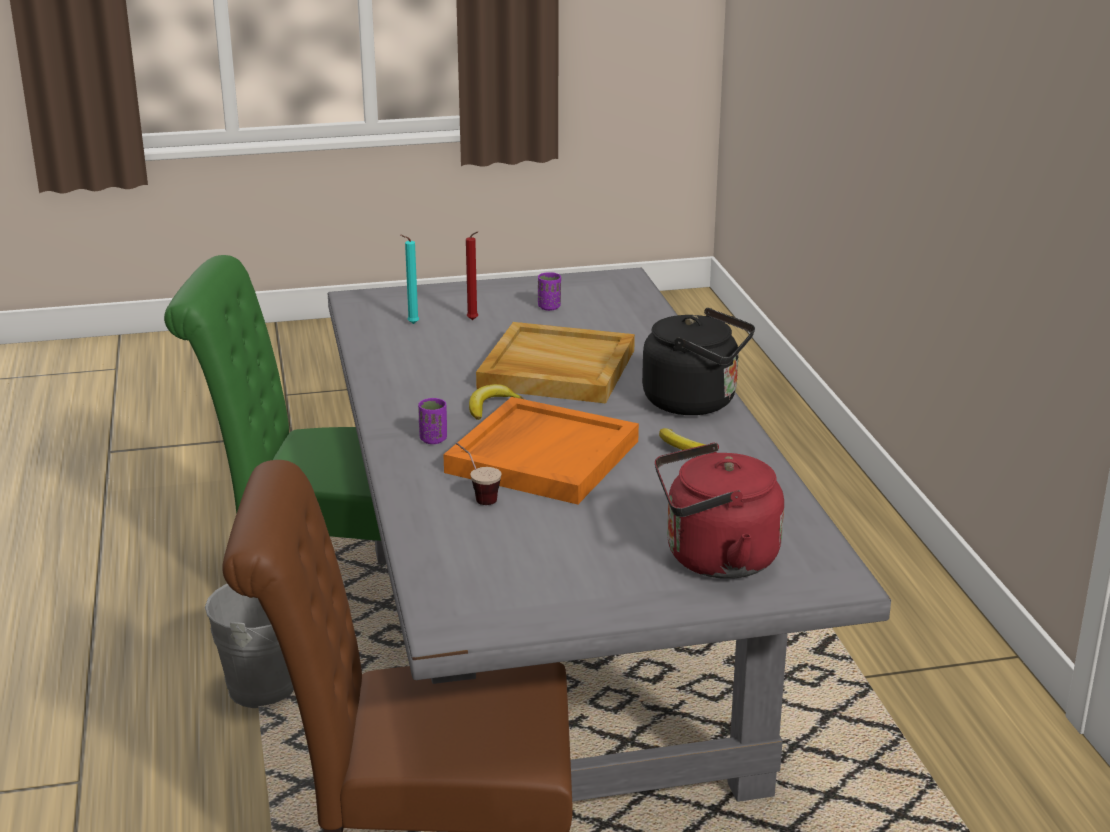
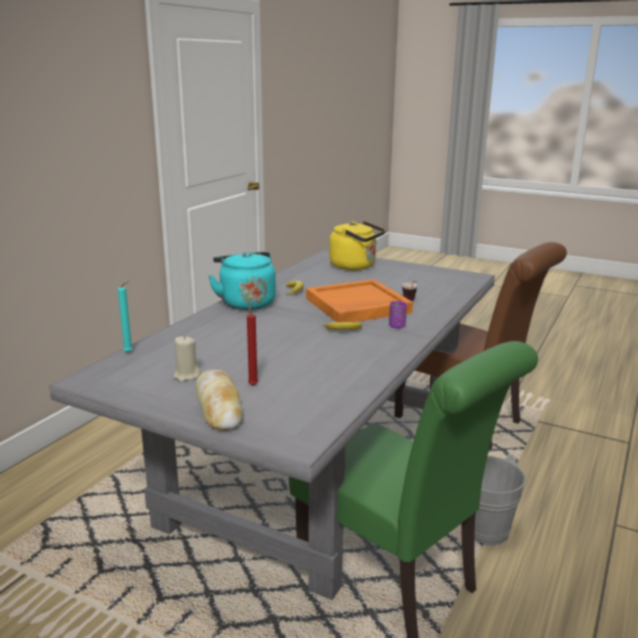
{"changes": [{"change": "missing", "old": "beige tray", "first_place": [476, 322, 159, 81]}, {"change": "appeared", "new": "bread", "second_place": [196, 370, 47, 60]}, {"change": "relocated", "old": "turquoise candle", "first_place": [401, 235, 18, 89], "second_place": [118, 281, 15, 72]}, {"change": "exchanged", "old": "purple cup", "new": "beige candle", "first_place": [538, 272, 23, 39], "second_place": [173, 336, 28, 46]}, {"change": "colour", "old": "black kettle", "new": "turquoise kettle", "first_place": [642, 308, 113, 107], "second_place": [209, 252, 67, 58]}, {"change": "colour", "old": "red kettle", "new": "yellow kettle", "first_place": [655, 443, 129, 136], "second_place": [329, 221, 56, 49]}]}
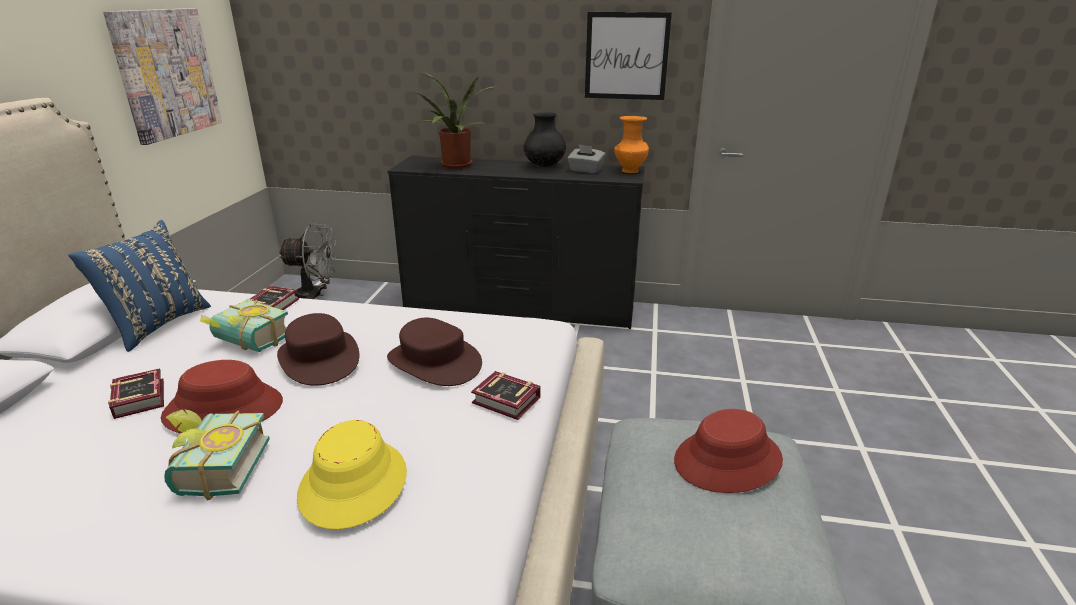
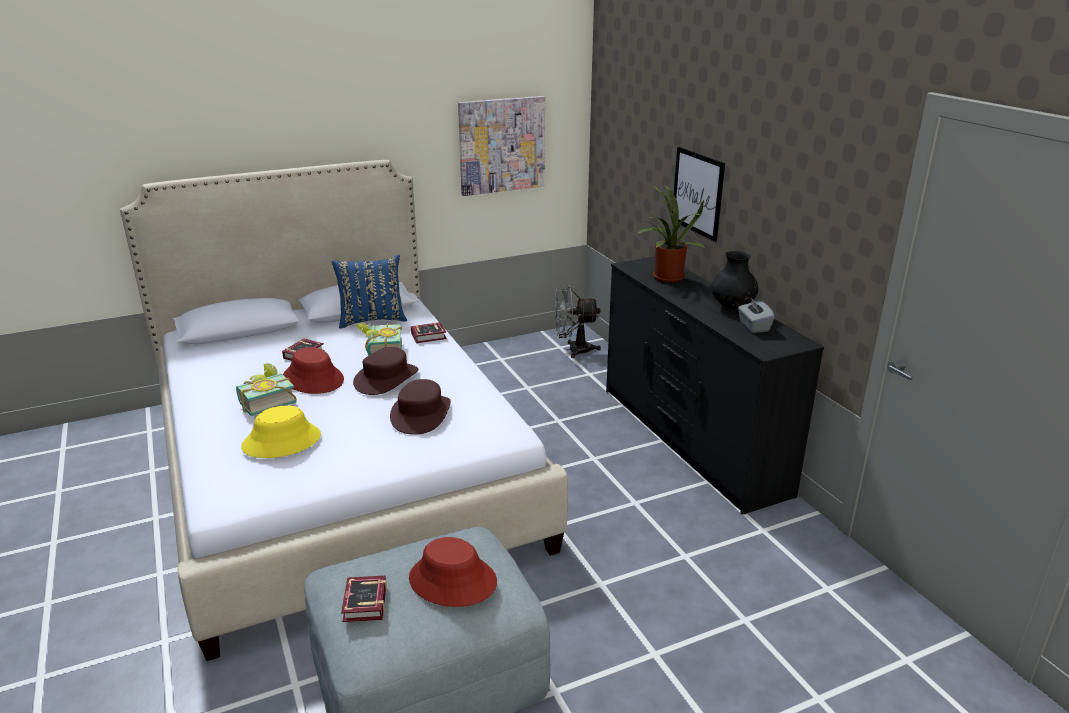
{"changes": [{"change": "missing", "old": "orange vase", "first_place": [614, 116, 35, 57]}, {"change": "relocated", "old": "book", "first_place": [471, 371, 69, 49], "second_place": [341, 575, 46, 47]}, {"change": "relocated", "old": "picture", "first_place": [585, 12, 87, 88], "second_place": [672, 147, 53, 95]}, {"change": "spun", "old": "grey fan", "first_place": [279, 224, 58, 75], "second_place": [555, 285, 46, 73], "degrees": 120}]}
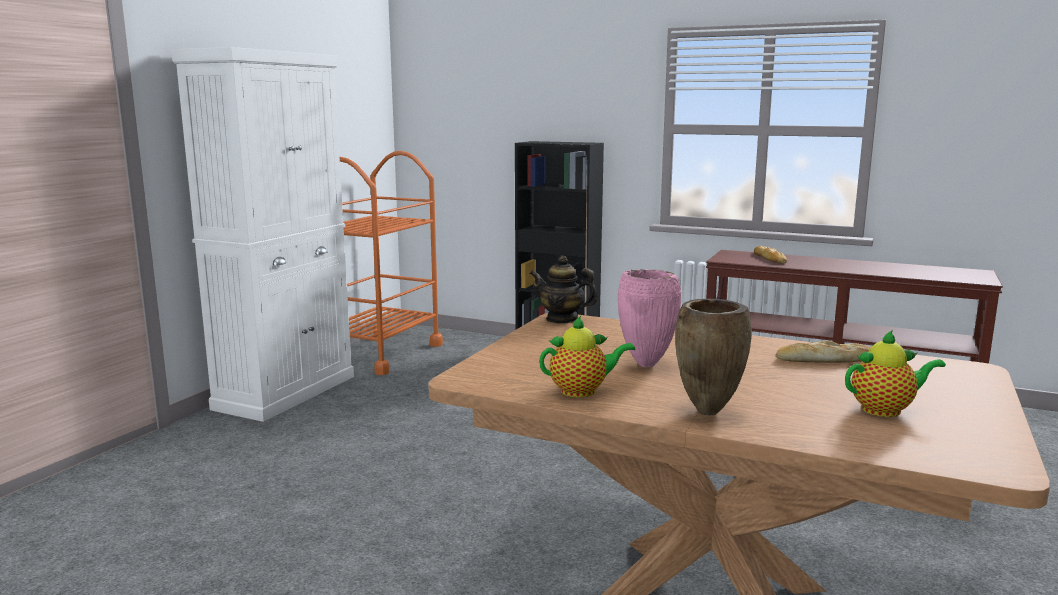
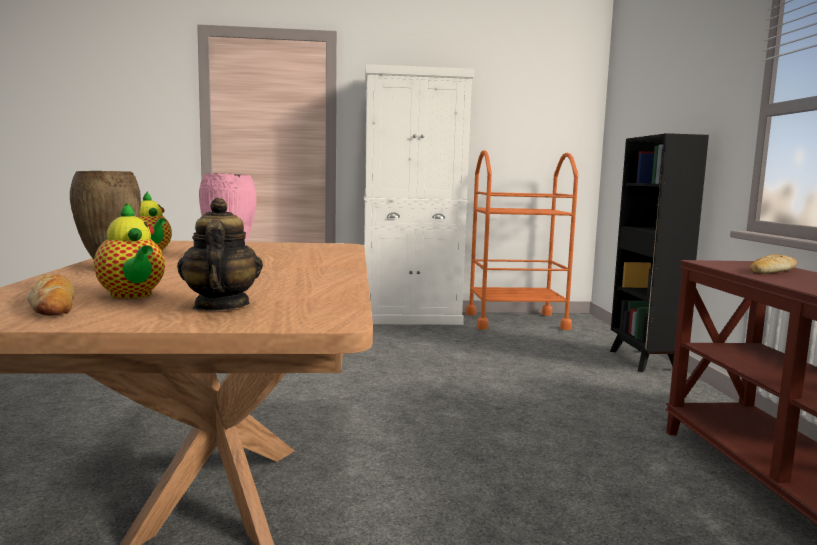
{"changes": [{"change": "relocated", "old": "teapot", "first_place": [530, 256, 68, 68], "second_place": [177, 198, 86, 113]}, {"change": "relocated", "old": "bread", "first_place": [776, 341, 95, 21], "second_place": [27, 274, 47, 41]}]}
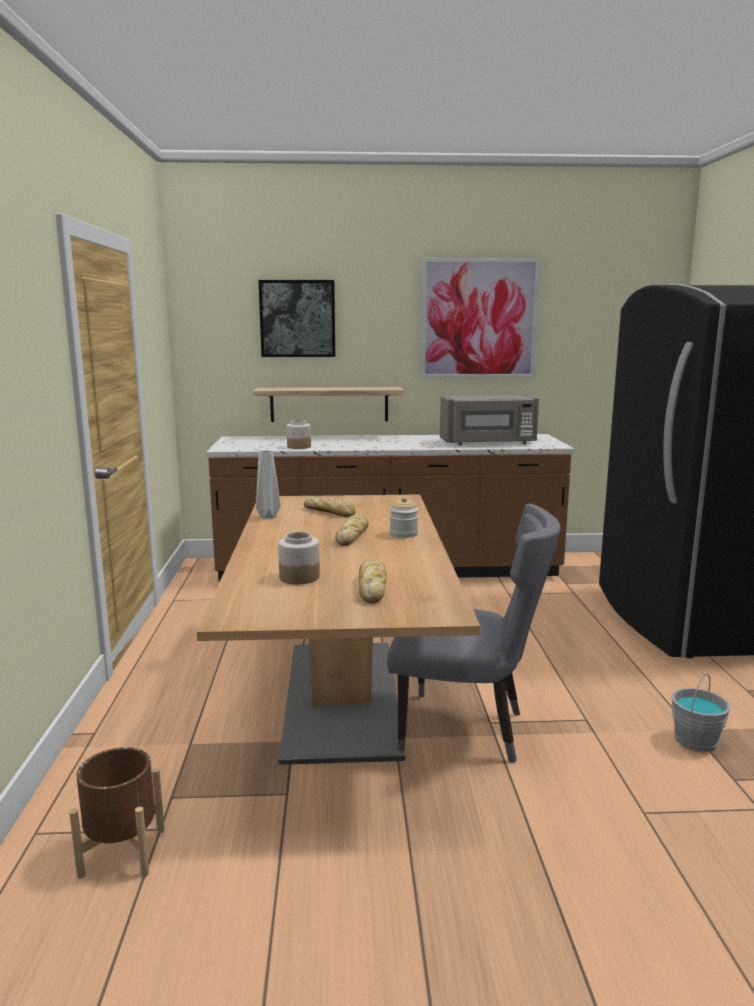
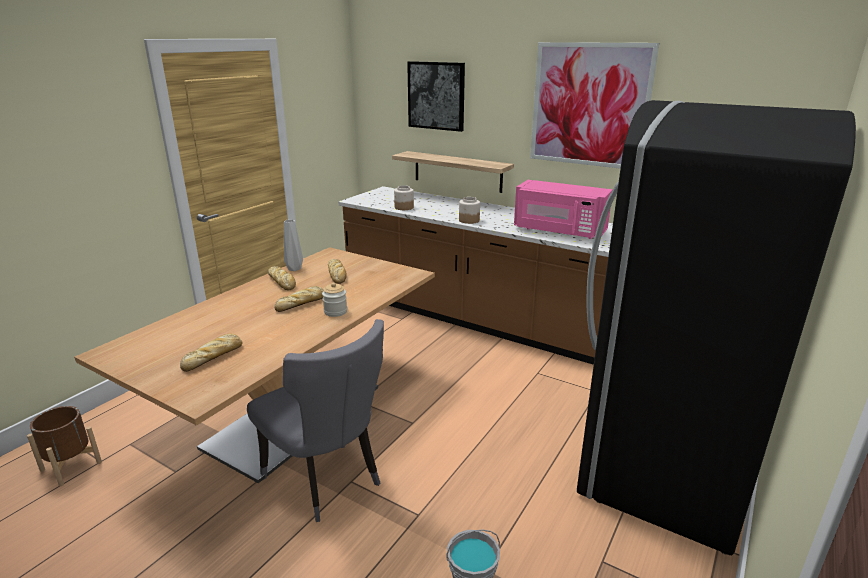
{"changes": [{"change": "appeared", "new": "bread", "second_place": [268, 266, 28, 24]}, {"change": "relocated", "old": "jar", "first_place": [278, 532, 42, 52], "second_place": [459, 197, 21, 27]}, {"change": "colour", "old": "grey microwave", "new": "pink microwave", "first_place": [440, 395, 99, 50], "second_place": [514, 180, 99, 59]}]}
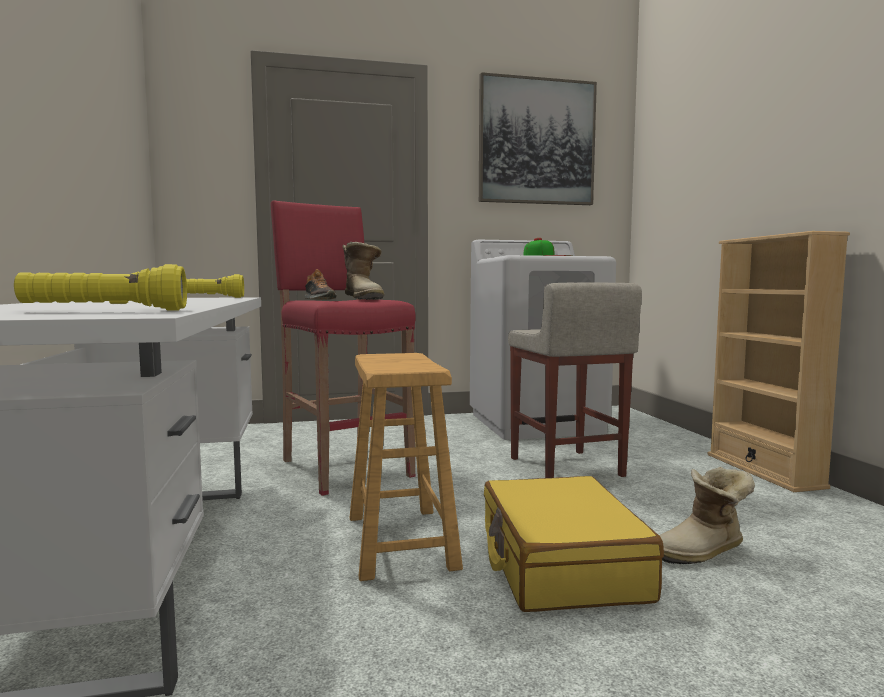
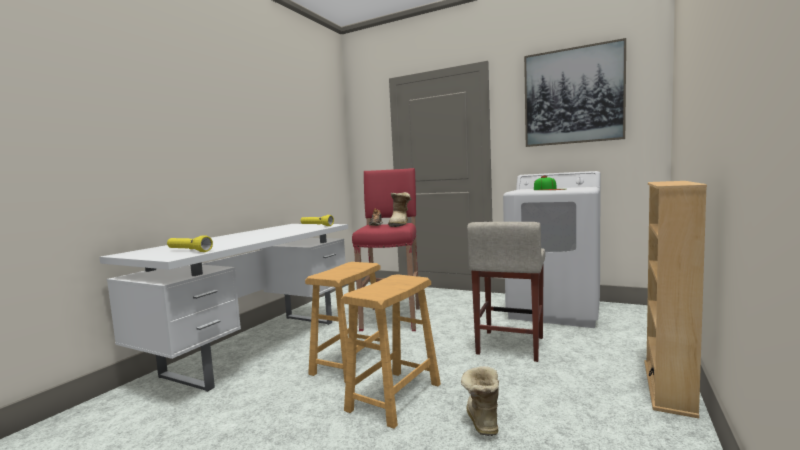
{"changes": [{"change": "exchanged", "old": "yellow suitcase", "new": "brown stool", "first_place": [484, 476, 180, 136], "second_place": [341, 274, 100, 155]}, {"change": "spun", "old": "boot", "first_place": [659, 467, 96, 97], "second_place": [461, 366, 38, 70], "degrees": 75}]}
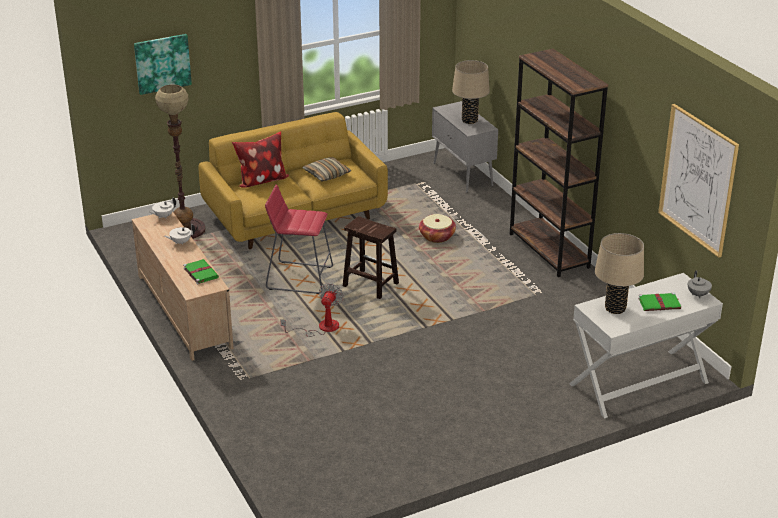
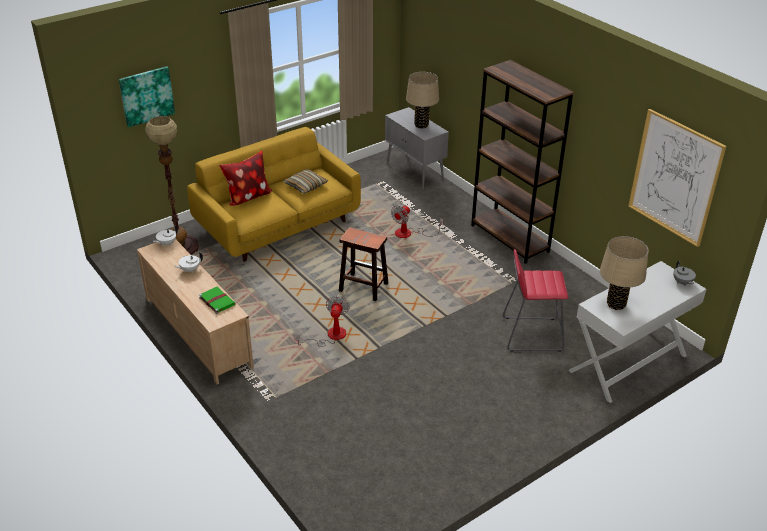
{"changes": [{"change": "missing", "old": "green book", "first_place": [638, 293, 43, 18]}, {"change": "relocated", "old": "red stool", "first_place": [265, 184, 68, 110], "second_place": [503, 249, 65, 103]}, {"change": "exchanged", "old": "basket", "new": "fan", "first_place": [419, 214, 37, 29], "second_place": [391, 205, 53, 33]}]}
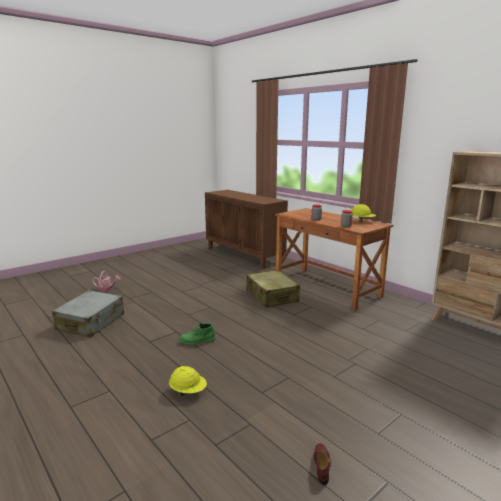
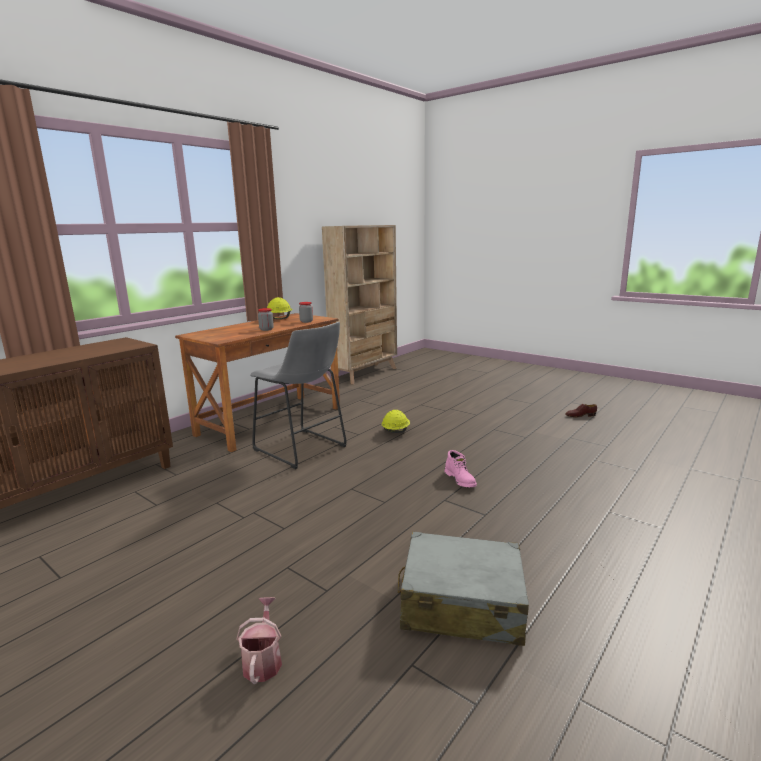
{"changes": [{"change": "relocated", "old": "yellow hard hat", "first_place": [169, 366, 38, 30], "second_place": [382, 410, 28, 23]}, {"change": "exchanged", "old": "beige suitcase", "new": "grey stool", "first_place": [246, 270, 54, 38], "second_place": [250, 322, 97, 147]}, {"change": "colour", "old": "green boot", "new": "pink boot", "first_place": [179, 323, 36, 22], "second_place": [445, 450, 32, 37]}]}
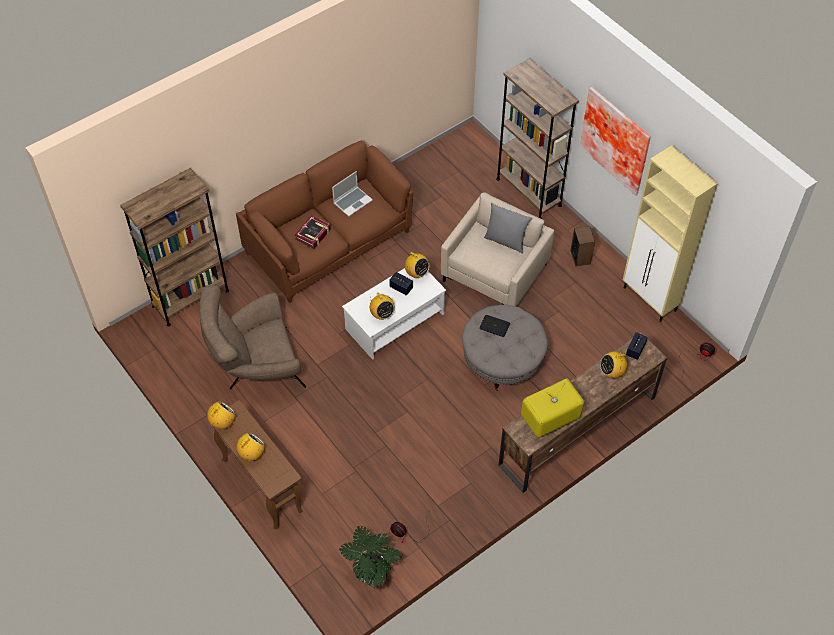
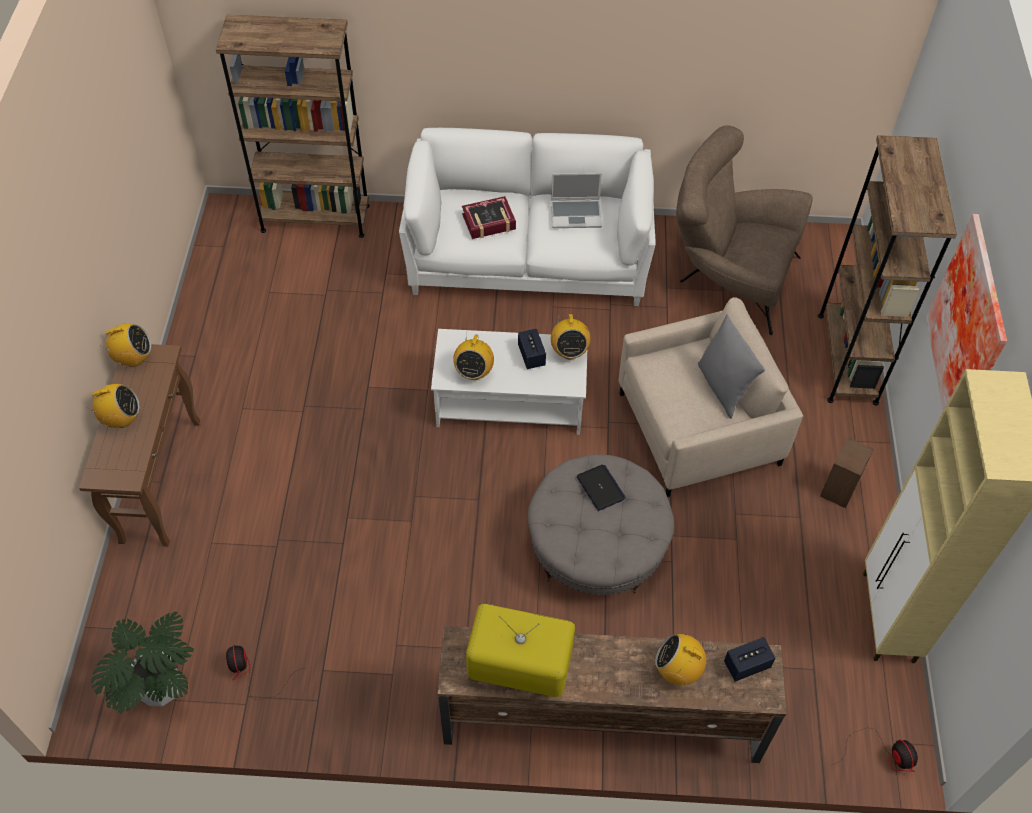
{"changes": [{"change": "relocated", "old": "brown armchair", "first_place": [199, 285, 107, 104], "second_place": [676, 125, 137, 210]}, {"change": "colour", "old": "brown sofa", "new": "white sofa", "first_place": [236, 141, 177, 162], "second_place": [399, 128, 257, 178]}]}
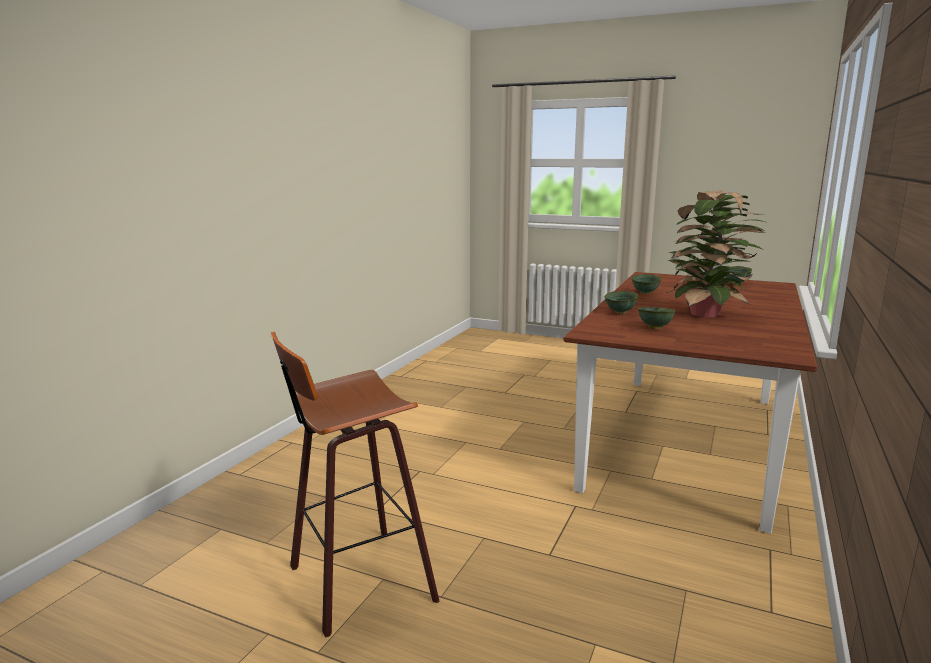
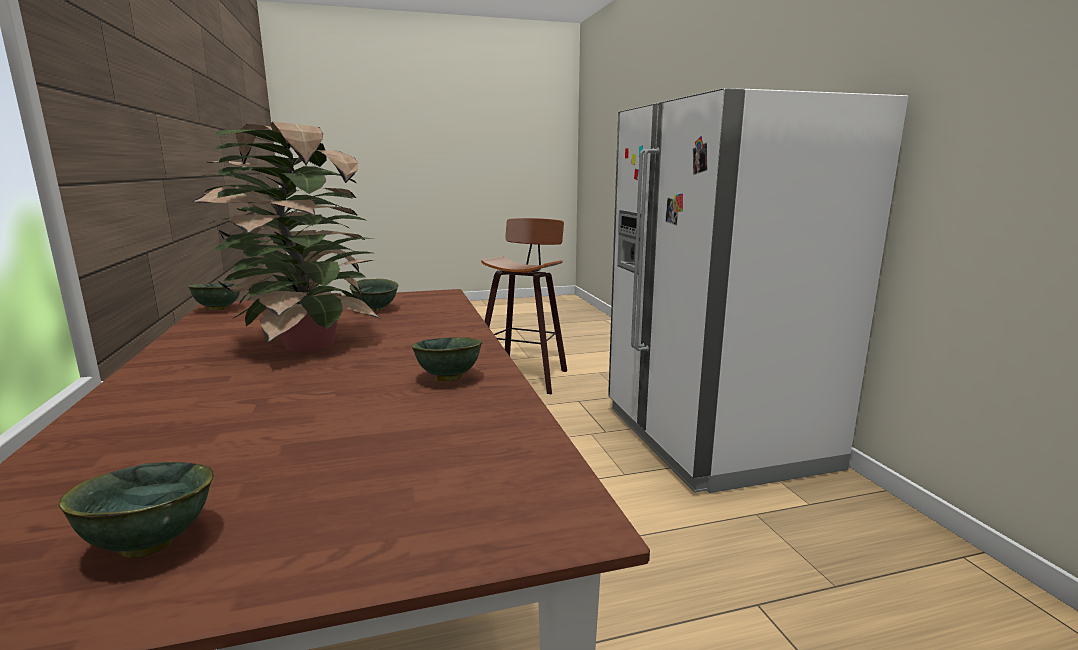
{"changes": [{"change": "appeared", "new": "white fridge", "second_place": [608, 88, 300, 405]}, {"change": "relocated", "old": "green bowl", "first_place": [604, 291, 35, 23], "second_place": [188, 283, 52, 27]}]}
